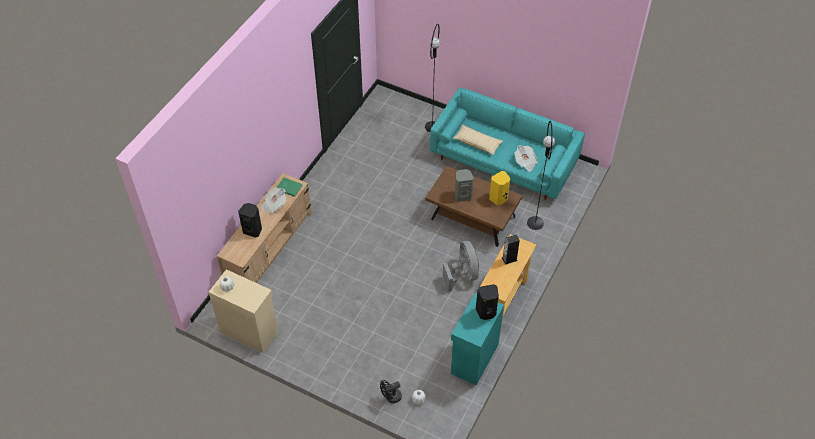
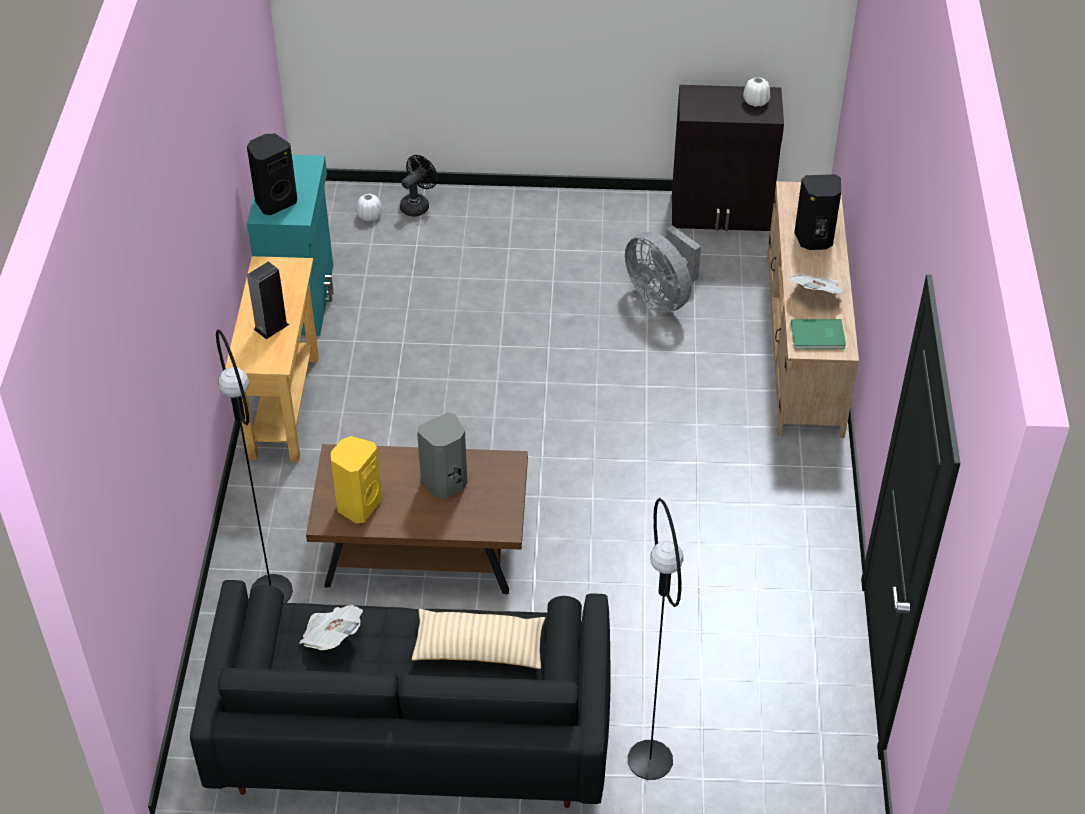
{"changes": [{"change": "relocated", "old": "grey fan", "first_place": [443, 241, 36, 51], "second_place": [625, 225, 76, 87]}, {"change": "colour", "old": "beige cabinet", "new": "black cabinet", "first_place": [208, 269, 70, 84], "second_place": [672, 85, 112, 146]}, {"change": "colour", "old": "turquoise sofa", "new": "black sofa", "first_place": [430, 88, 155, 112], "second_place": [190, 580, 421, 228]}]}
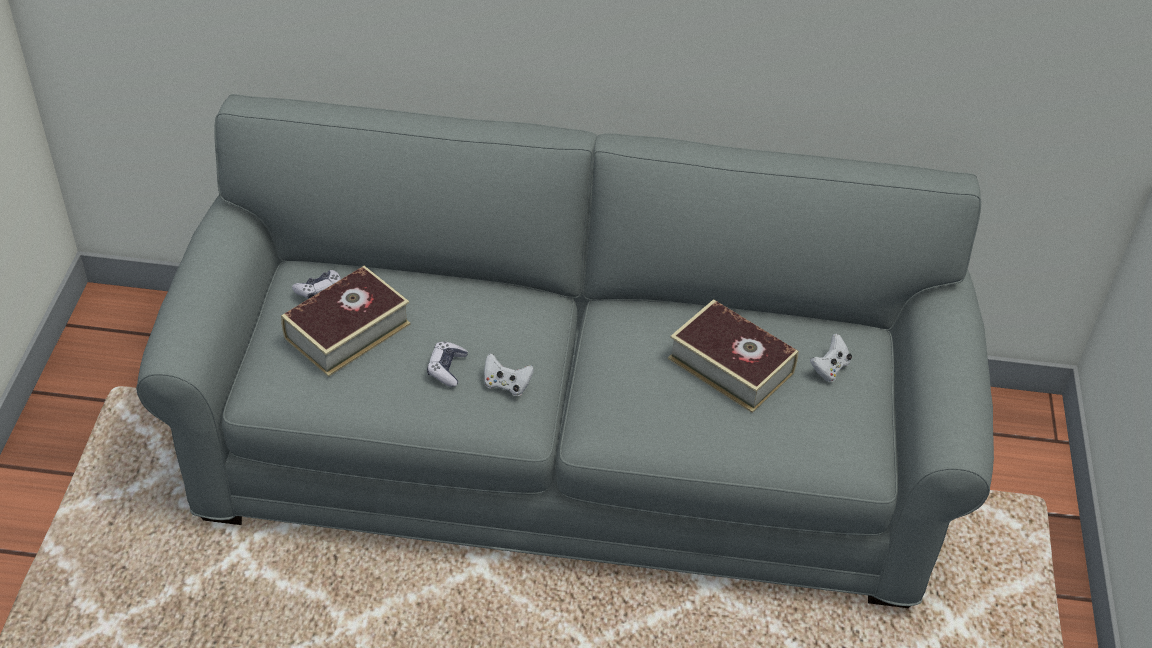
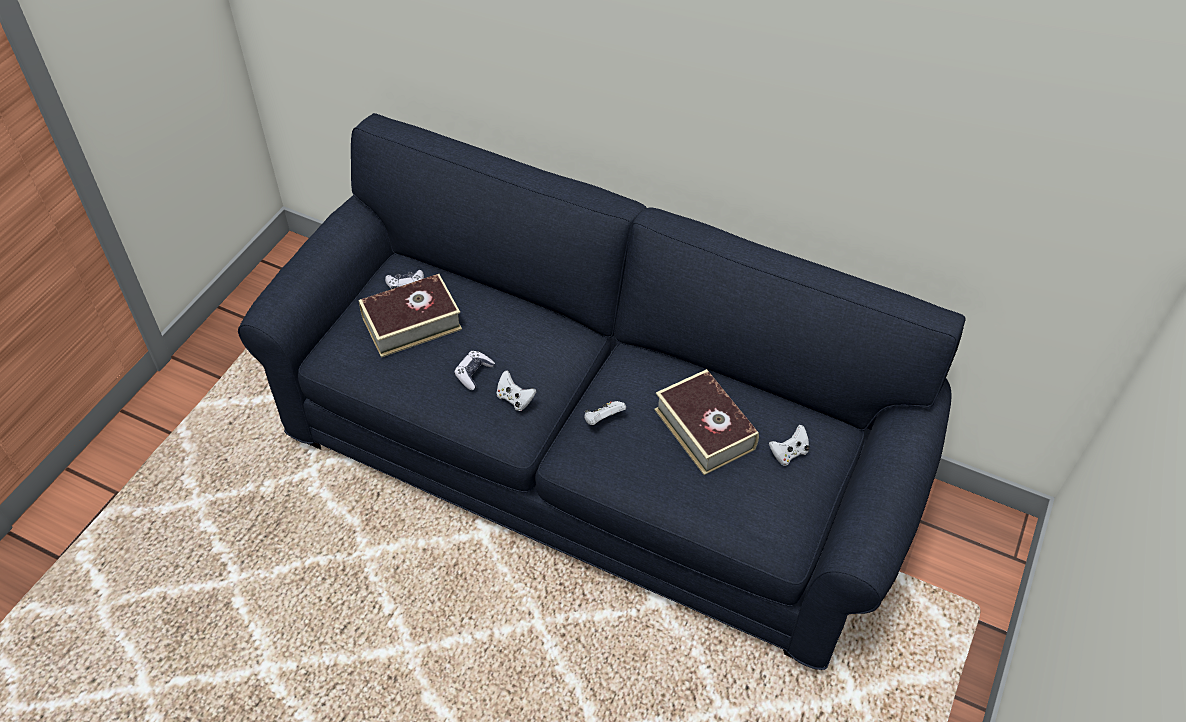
{"changes": [{"change": "appeared", "new": "white game controller", "second_place": [584, 401, 42, 24]}, {"change": "colour", "old": "grey sofa", "new": "blue sofa", "first_place": [136, 94, 858, 514], "second_place": [238, 113, 727, 557]}]}
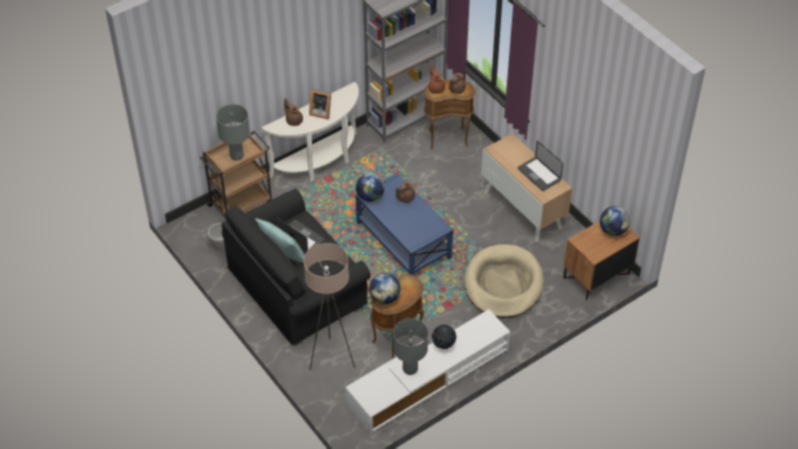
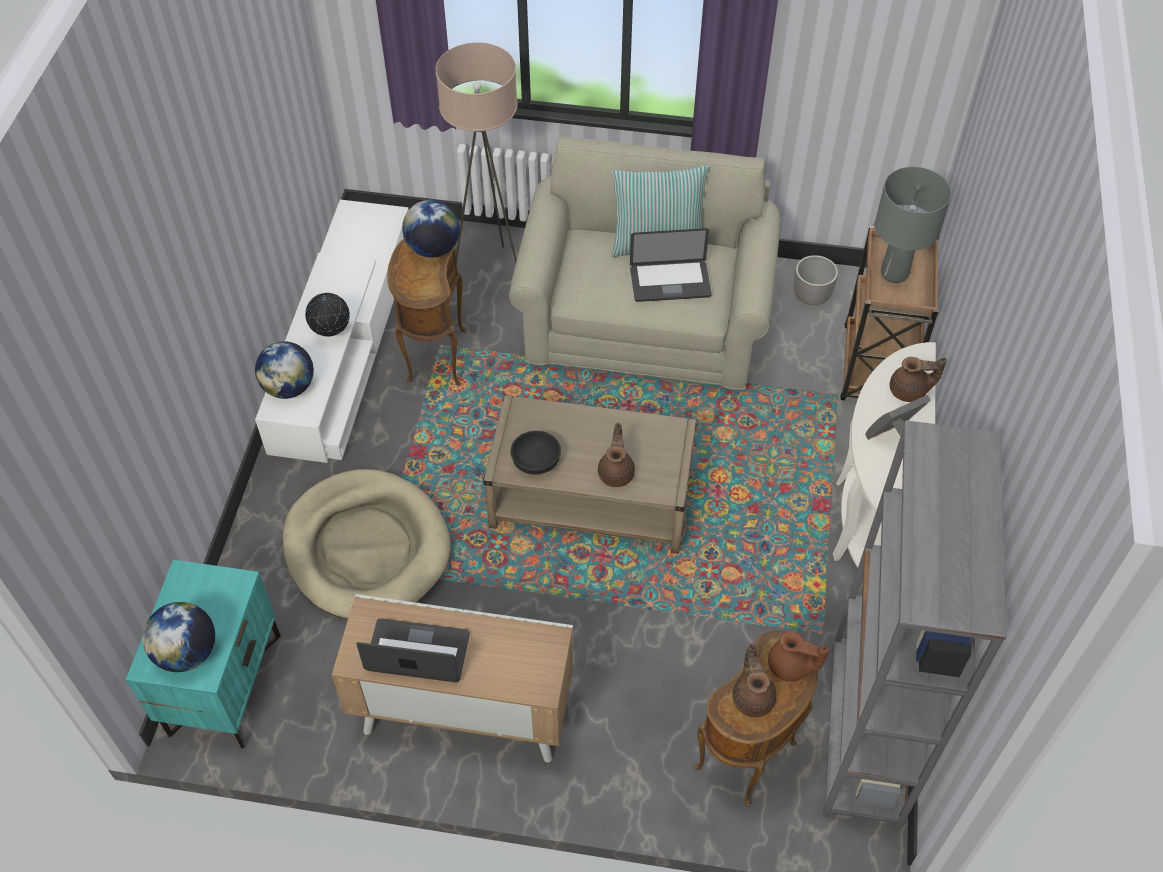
{"changes": [{"change": "missing", "old": "grey table lamp", "first_place": [393, 318, 35, 57]}, {"change": "appeared", "new": "black bowl", "second_place": [511, 431, 50, 44]}, {"change": "relocated", "old": "globe", "first_place": [356, 173, 29, 29], "second_place": [255, 341, 59, 58]}, {"change": "colour", "old": "black sofa", "new": "beige sofa", "first_place": [221, 189, 150, 157], "second_place": [509, 136, 271, 254]}, {"change": "colour", "old": "blue coffee table", "new": "beige coffee table", "first_place": [355, 173, 99, 103], "second_place": [483, 395, 214, 159]}, {"change": "colour", "old": "brown nightstand", "new": "turquoise nightstand", "first_place": [563, 221, 77, 79], "second_place": [126, 560, 155, 188]}]}
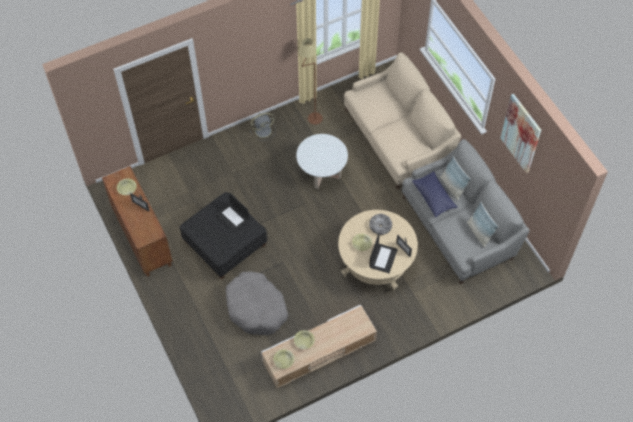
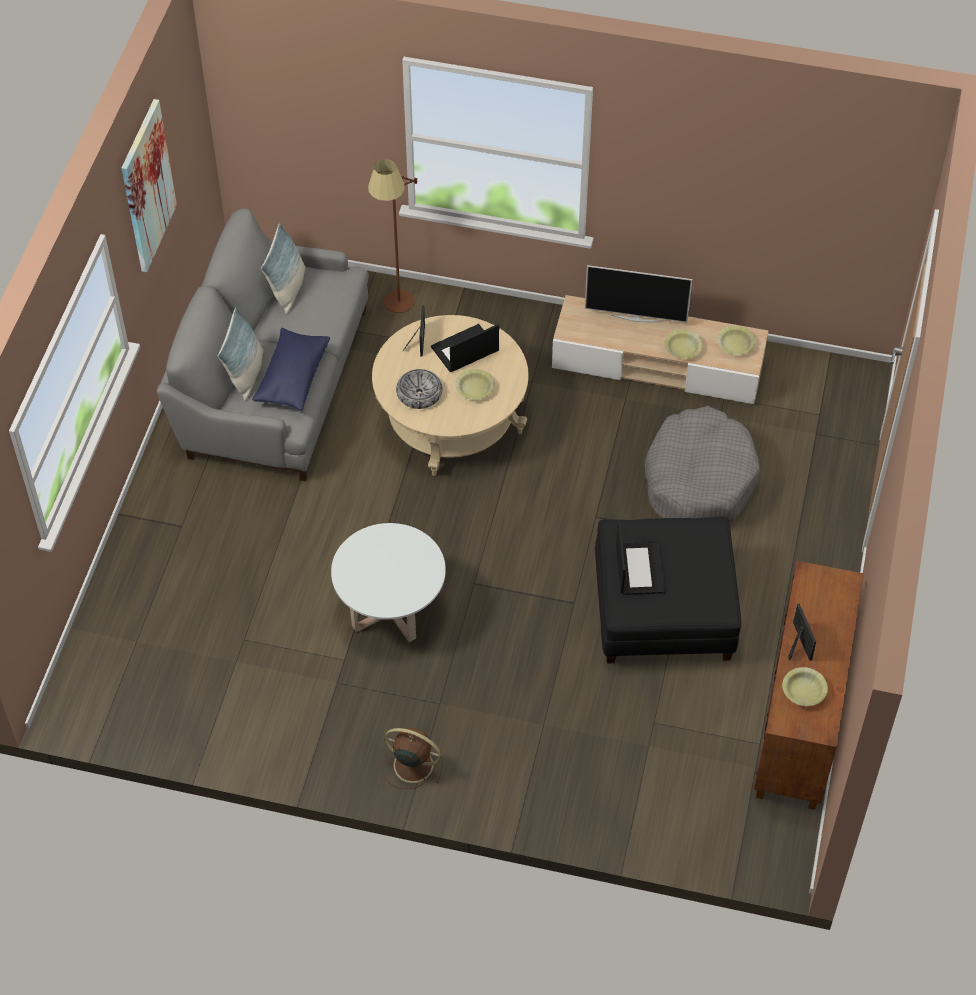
{"changes": [{"change": "missing", "old": "beige sofa", "first_place": [344, 52, 117, 137]}, {"change": "appeared", "new": "television", "second_place": [585, 265, 107, 58]}, {"change": "relocated", "old": "brown floor lamp", "first_place": [299, 38, 24, 87], "second_place": [368, 159, 49, 154]}, {"change": "colour", "old": "grey fan", "new": "brown fan", "first_place": [250, 113, 26, 27], "second_place": [383, 728, 59, 61]}]}
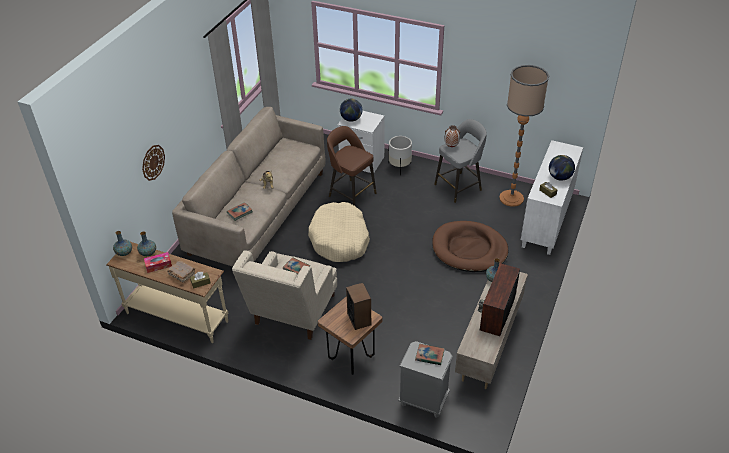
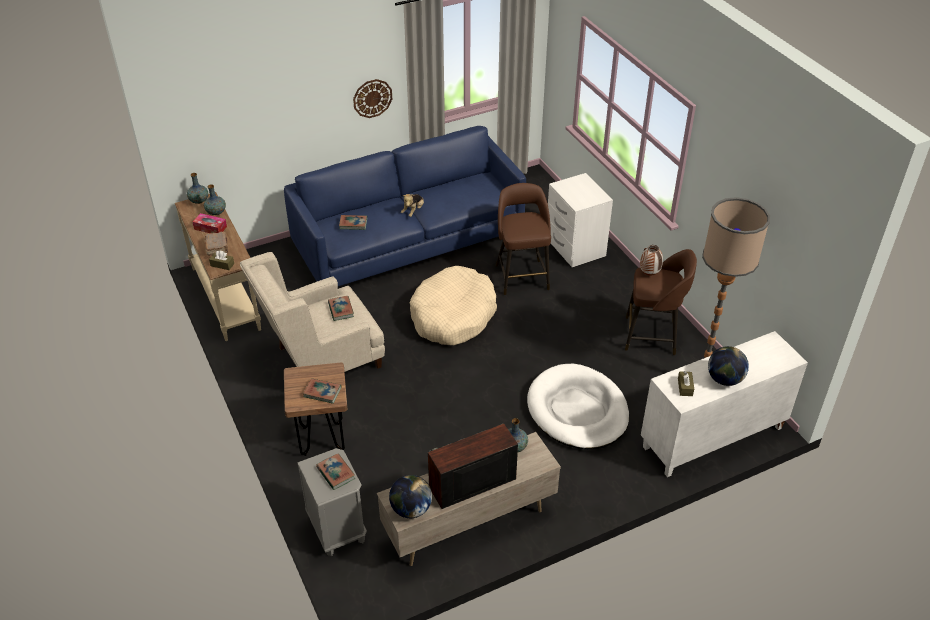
{"changes": [{"change": "missing", "old": "white planter", "first_place": [389, 136, 23, 39]}, {"change": "relocated", "old": "wall clock", "first_place": [142, 145, 23, 36], "second_place": [353, 79, 39, 39]}, {"change": "relocated", "old": "globe", "first_place": [340, 99, 22, 23], "second_place": [389, 475, 43, 43]}, {"change": "exchanged", "old": "speaker", "new": "book", "first_place": [346, 283, 25, 47], "second_place": [303, 378, 38, 26]}, {"change": "colour", "old": "beige sofa", "new": "blue sofa", "first_place": [172, 107, 154, 160], "second_place": [284, 126, 242, 160]}, {"change": "colour", "old": "brown dog bed", "new": "white dog bed", "first_place": [432, 221, 76, 51], "second_place": [527, 364, 102, 85]}, {"change": "colour", "old": "grey stool", "new": "brown stool", "first_place": [434, 119, 53, 84], "second_place": [625, 249, 72, 106]}]}
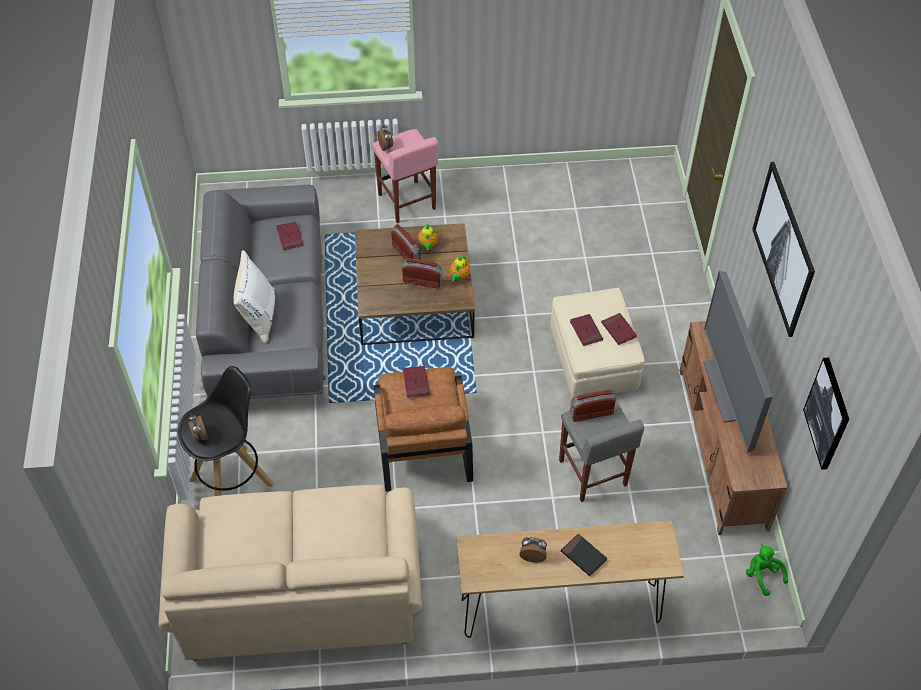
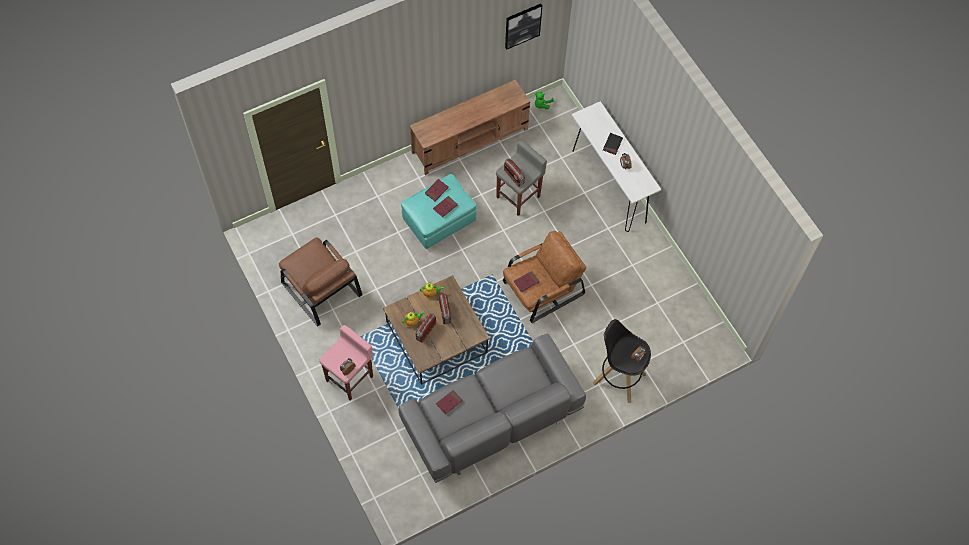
{"changes": [{"change": "missing", "old": "beige sofa", "first_place": [158, 485, 264, 175]}, {"change": "missing", "old": "white pillow", "first_place": [233, 250, 42, 93]}, {"change": "missing", "old": "television", "first_place": [703, 271, 70, 182]}, {"change": "missing", "old": "picture", "first_place": [752, 162, 63, 175]}, {"change": "appeared", "new": "brown armchair", "second_place": [279, 237, 83, 89]}, {"change": "colour", "old": "brown console table", "new": "white console table", "first_place": [457, 520, 227, 118], "second_place": [572, 101, 89, 131]}, {"change": "colour", "old": "beige ottoman", "new": "turquoise ottoman", "first_place": [550, 288, 95, 111], "second_place": [401, 174, 75, 75]}]}
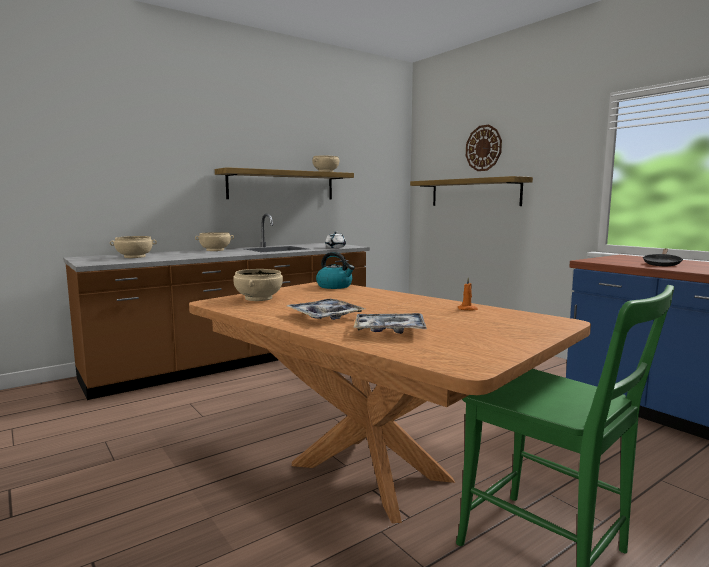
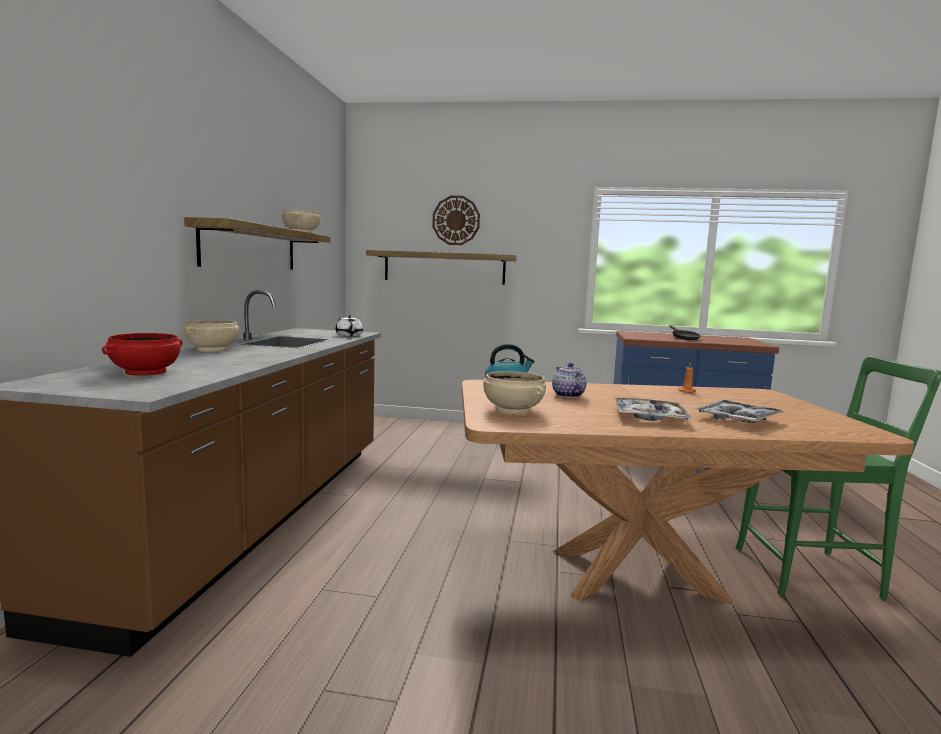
{"changes": [{"change": "appeared", "new": "teapot", "second_place": [552, 363, 35, 35]}, {"change": "colour", "old": "beige bowl", "new": "red bowl", "first_place": [110, 236, 47, 22], "second_place": [102, 333, 81, 43]}]}
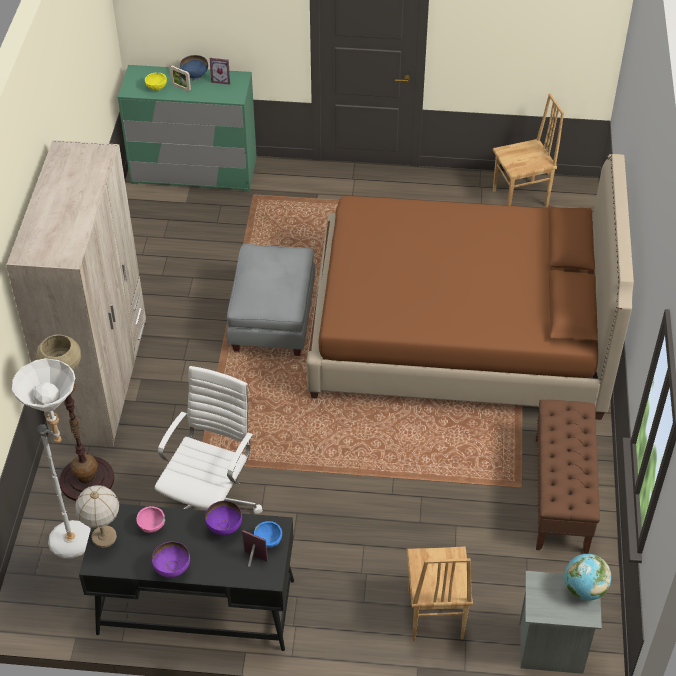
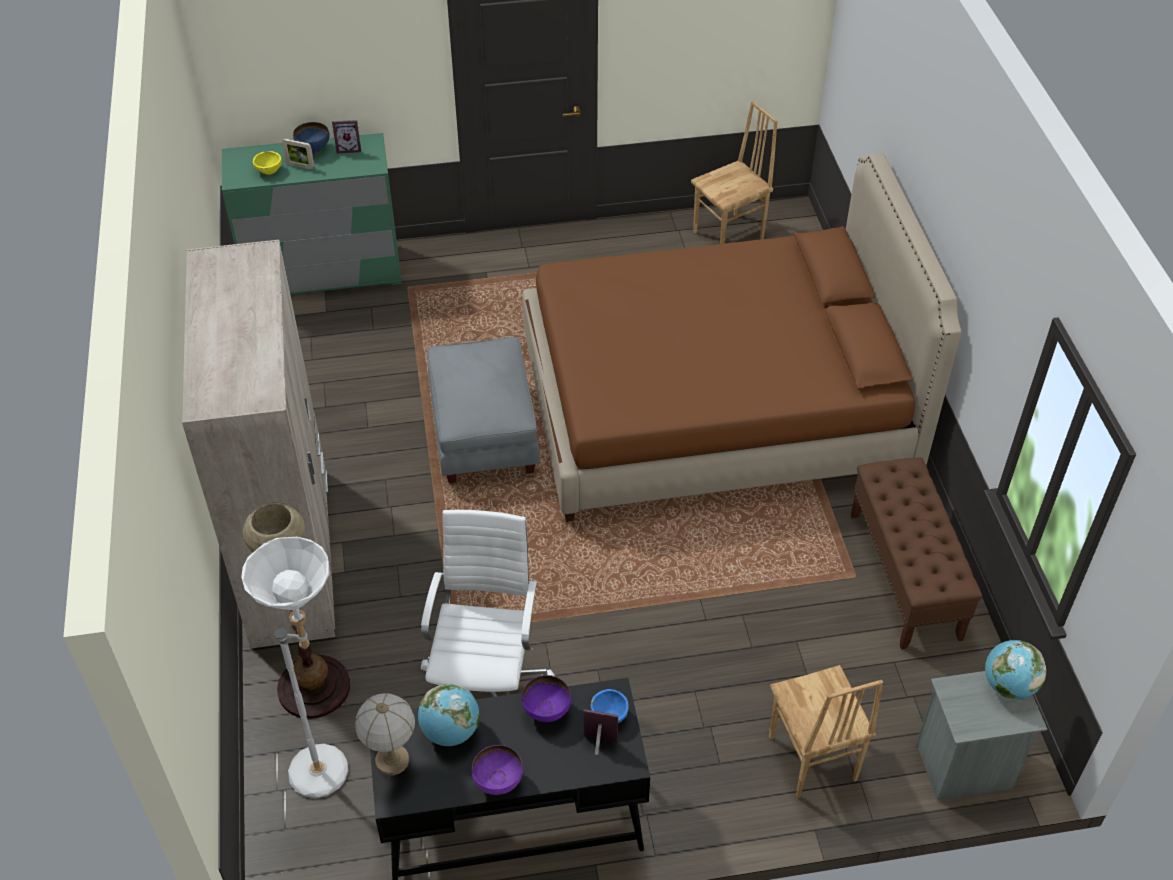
{"changes": [{"change": "exchanged", "old": "pink bowl", "new": "globe", "first_place": [136, 506, 29, 27], "second_place": [418, 684, 62, 62]}]}
